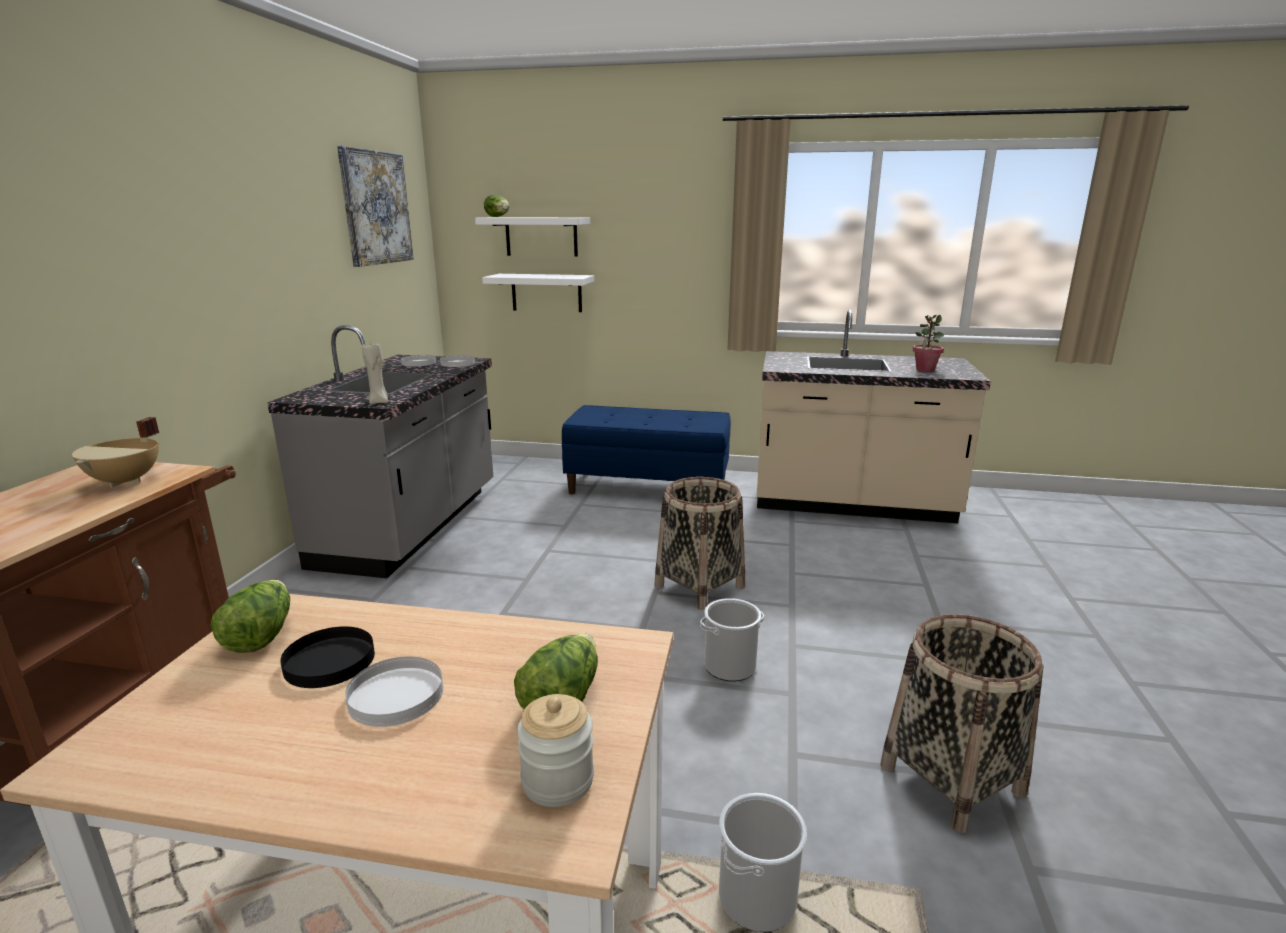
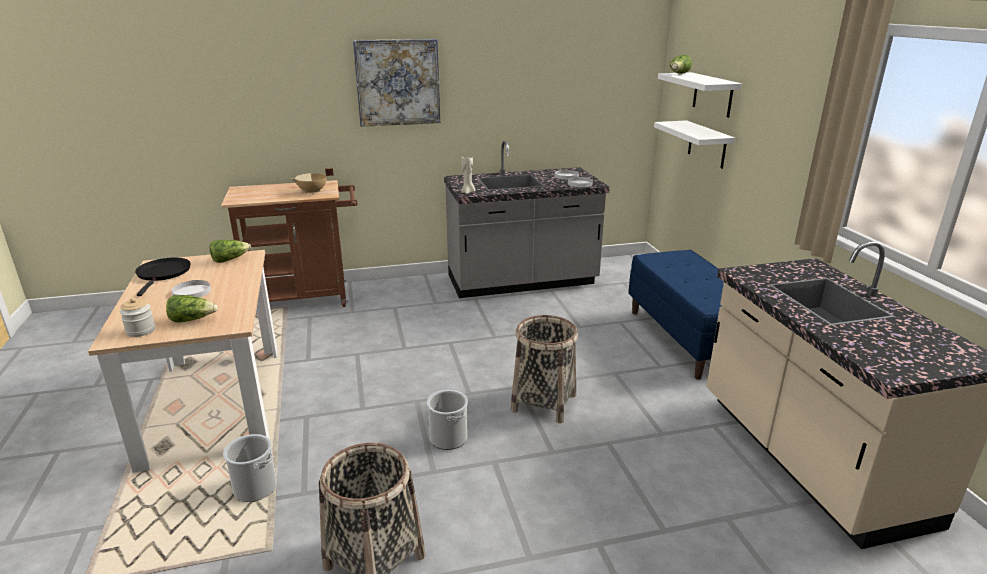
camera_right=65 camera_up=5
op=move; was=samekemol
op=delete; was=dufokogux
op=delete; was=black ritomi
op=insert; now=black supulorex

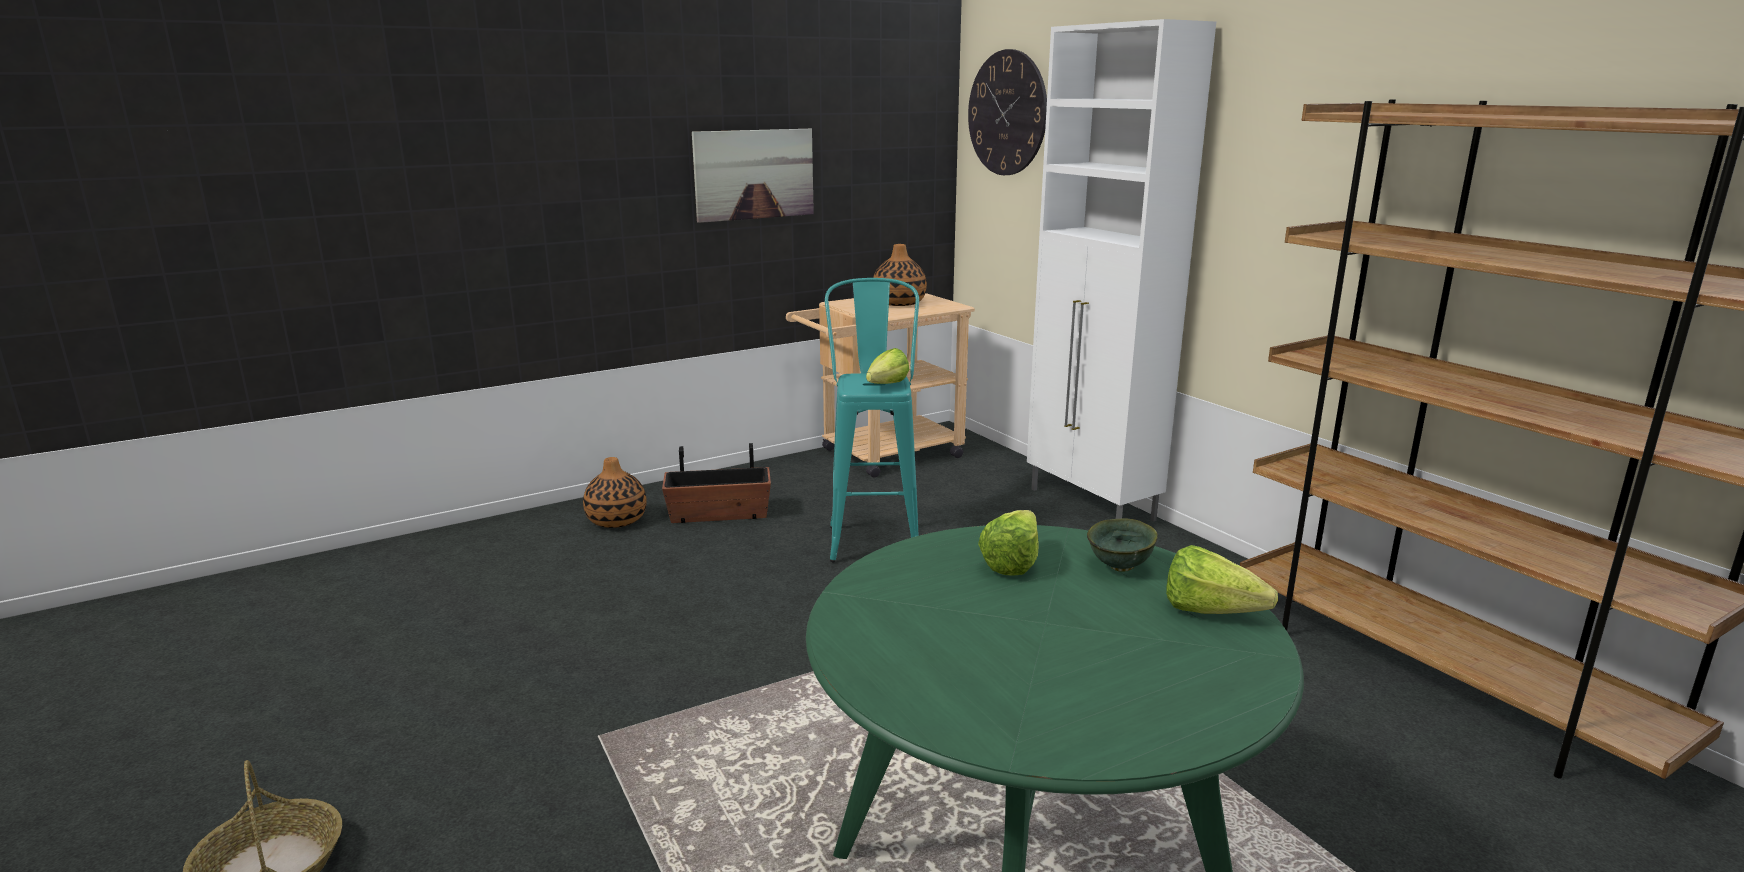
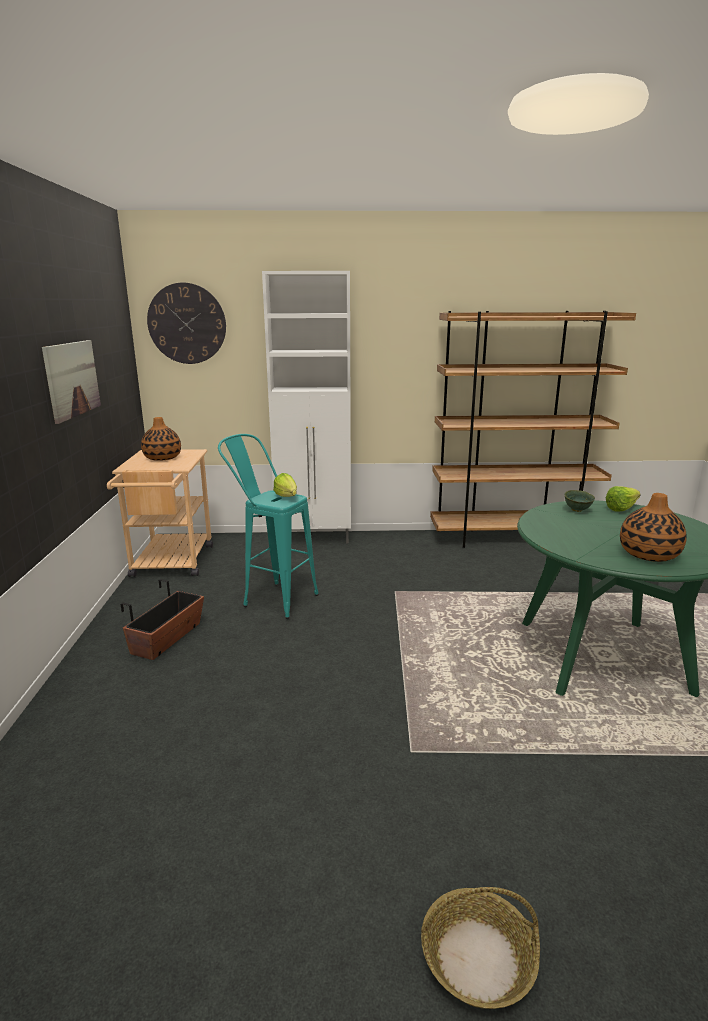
camera_right=-60 camera_up=0
op=move; was=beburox (1st from left in the first image); now=beburox (2nd from left)
op=delete; was=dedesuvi (2nd from left)

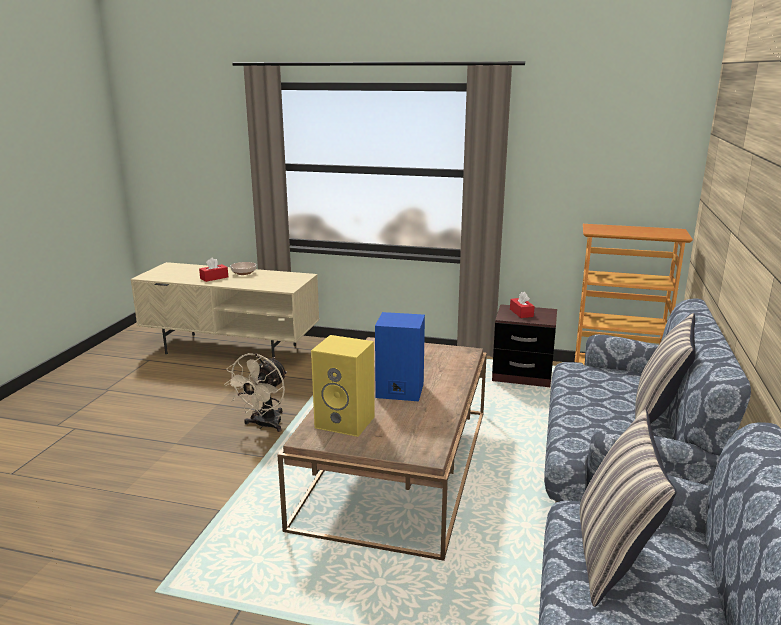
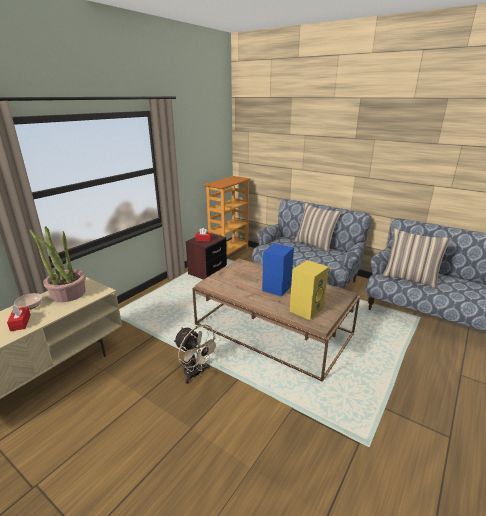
camera_right=-70 camera_up=5
op=insert; now=dufokogux

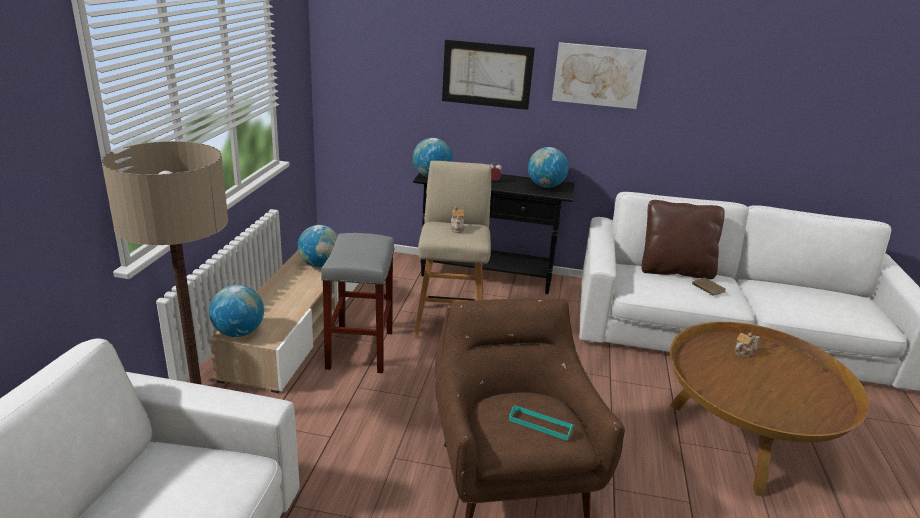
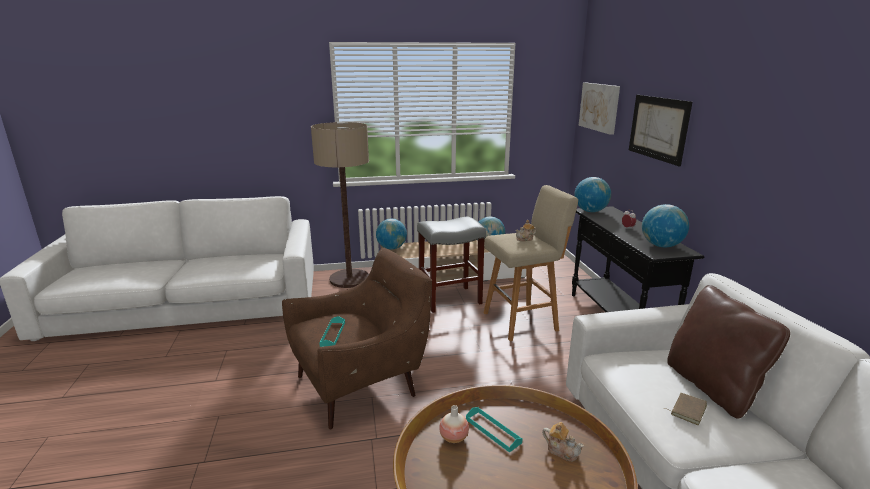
camera_right=70 camera_up=-5
op=move; was=samekemol (2nd from left in the first image); now=samekemol (1st from left)
op=insert; now=beburox
op=insert; now=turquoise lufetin (2nd from left)

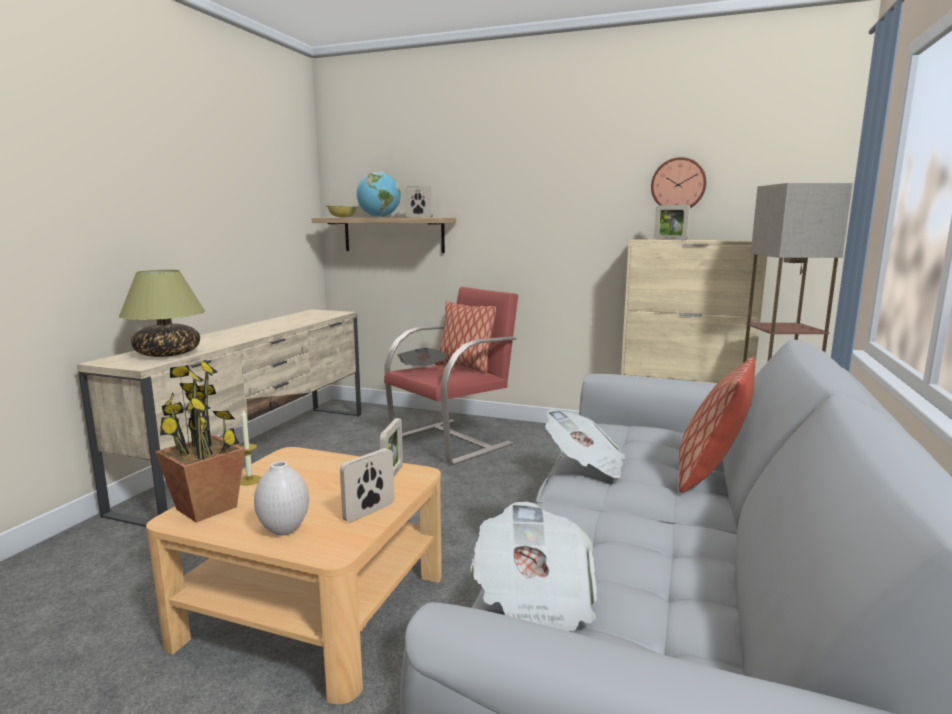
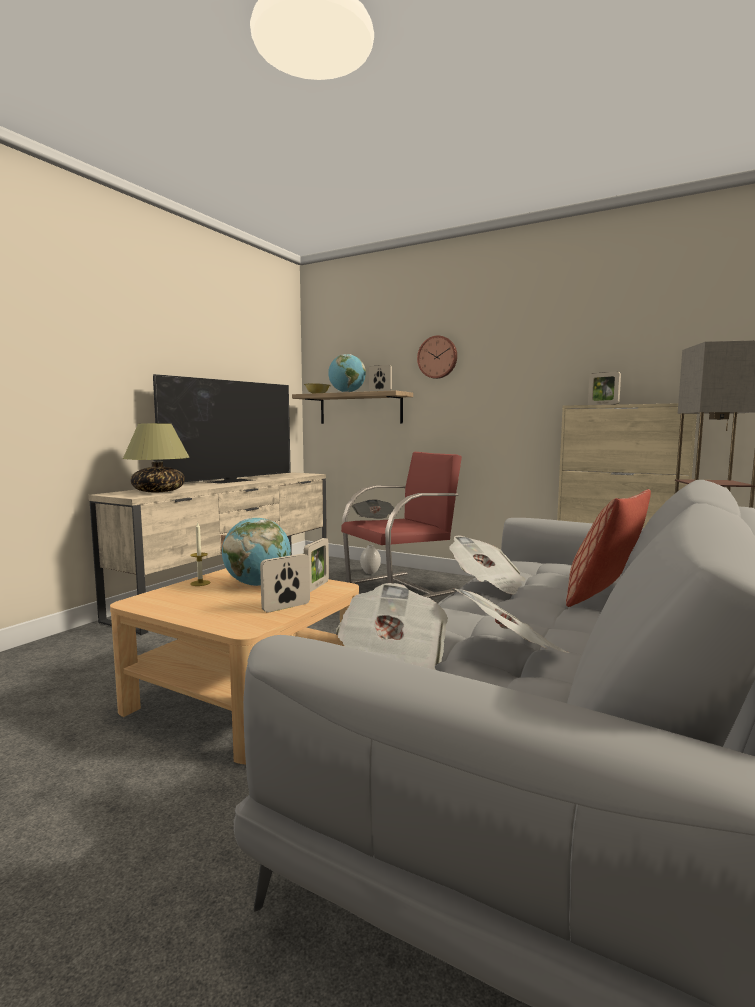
camera_right=10 camera_up=-5
op=move; was=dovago
op=delete; was=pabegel (1st from left)
op=delete; was=dufokogux
op=move; was=white beburox
op=insert; now=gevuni
op=insert; now=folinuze (1st from left)
op=insert; now=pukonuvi (4th from left)

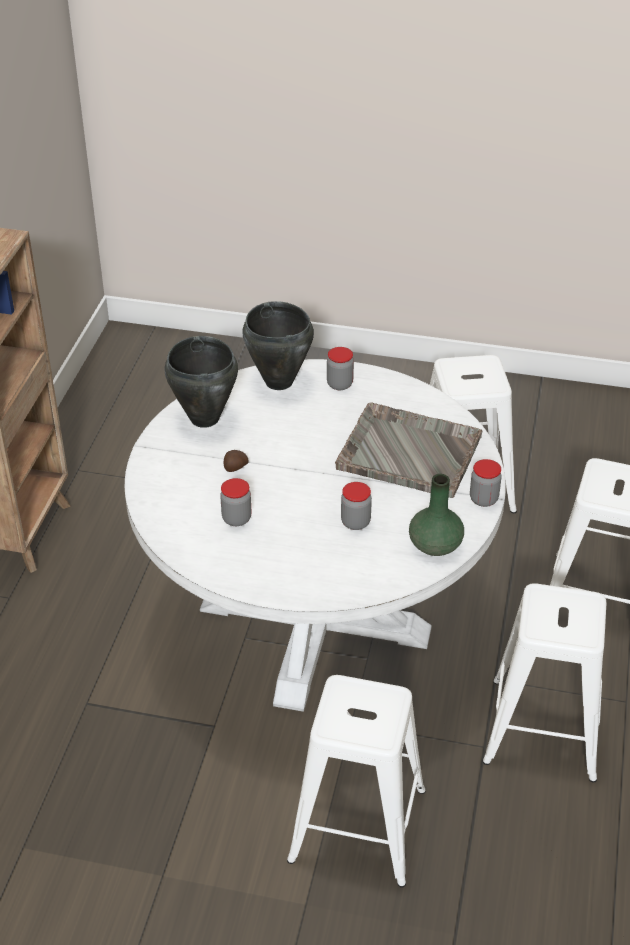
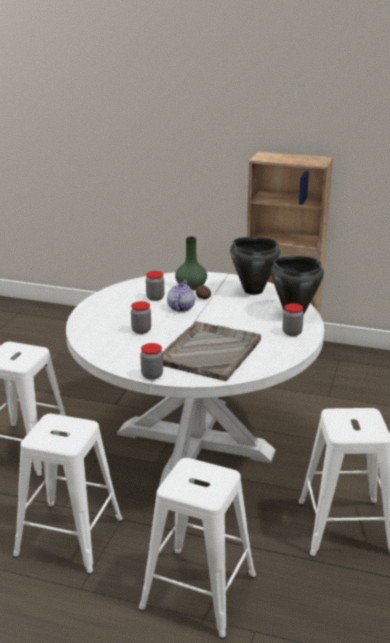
camera_right=95 camera_up=-15
op=move; was=green beburox
op=insert; now=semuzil

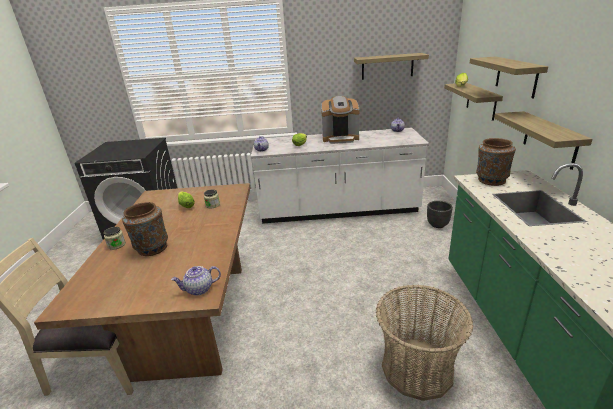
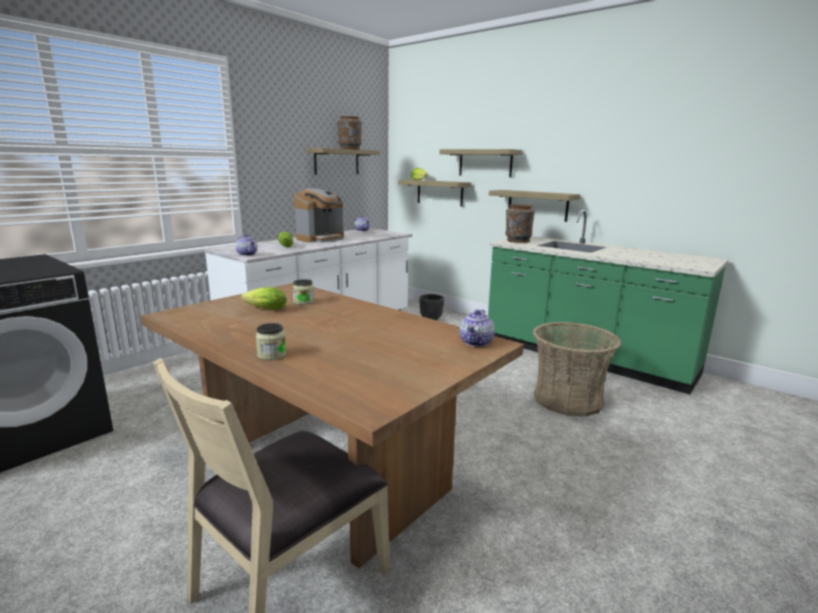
camera_right=-50 camera_up=-10
op=move; was=brown beburox (1st from left)

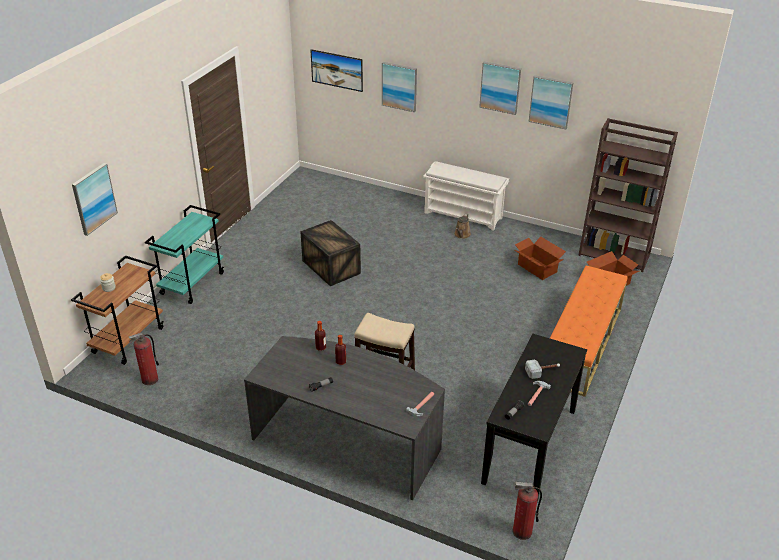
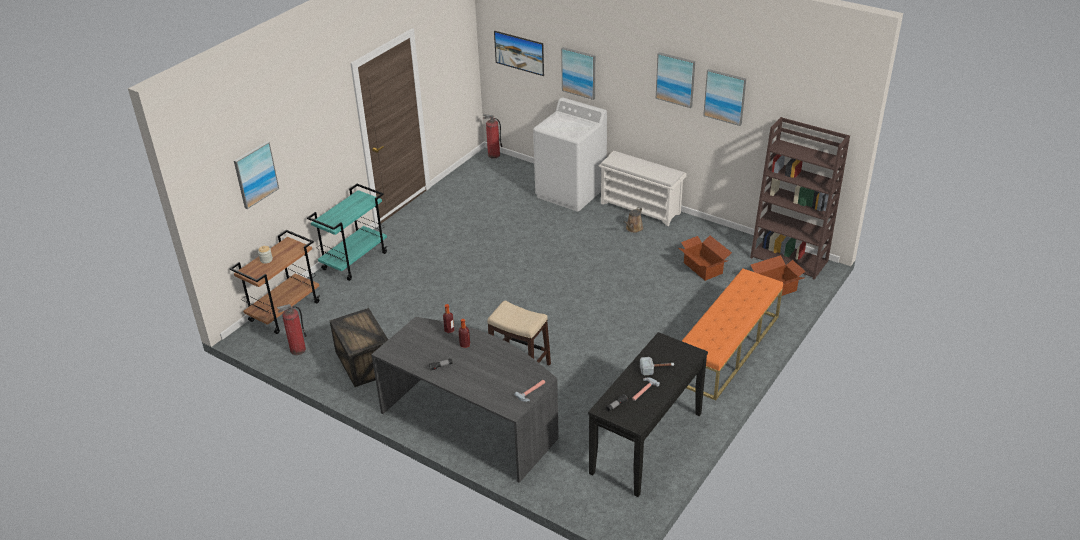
camera_right=10 camera_up=0
op=move; was=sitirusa
op=move; was=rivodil (2nd from left)
op=insert; now=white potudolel

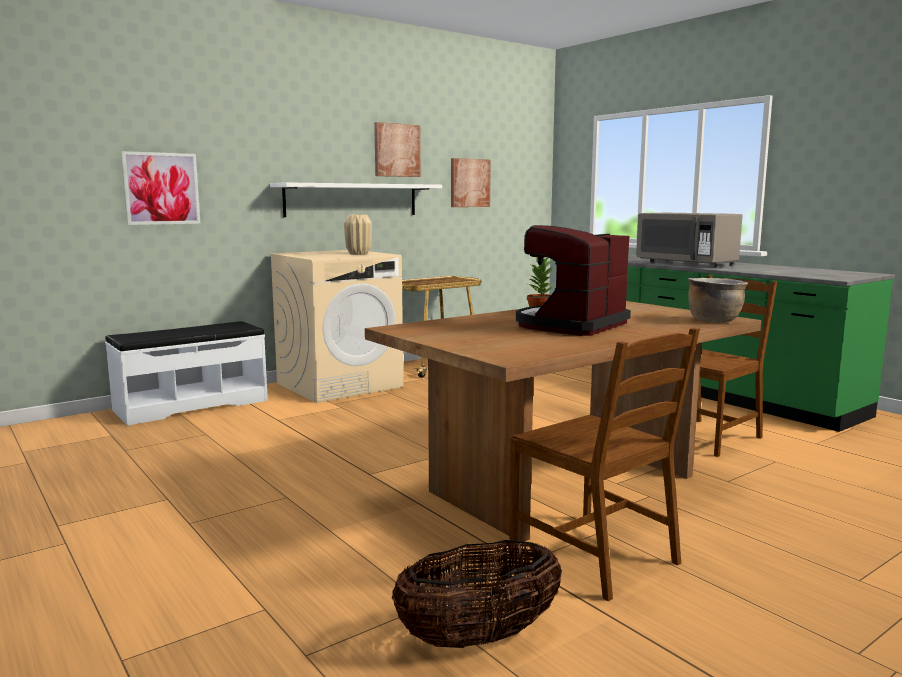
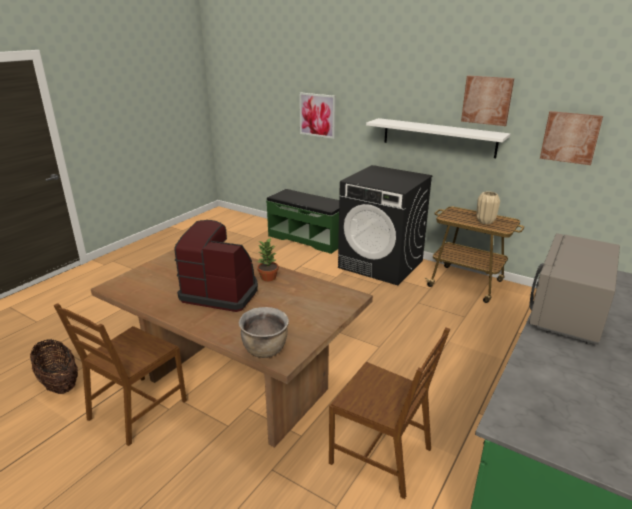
camera_right=70 camera_up=15
op=move; was=beige beburox
op=recolor; was=beige potudolel; now=black potudolel
op=recolor; was=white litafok; now=green litafok

